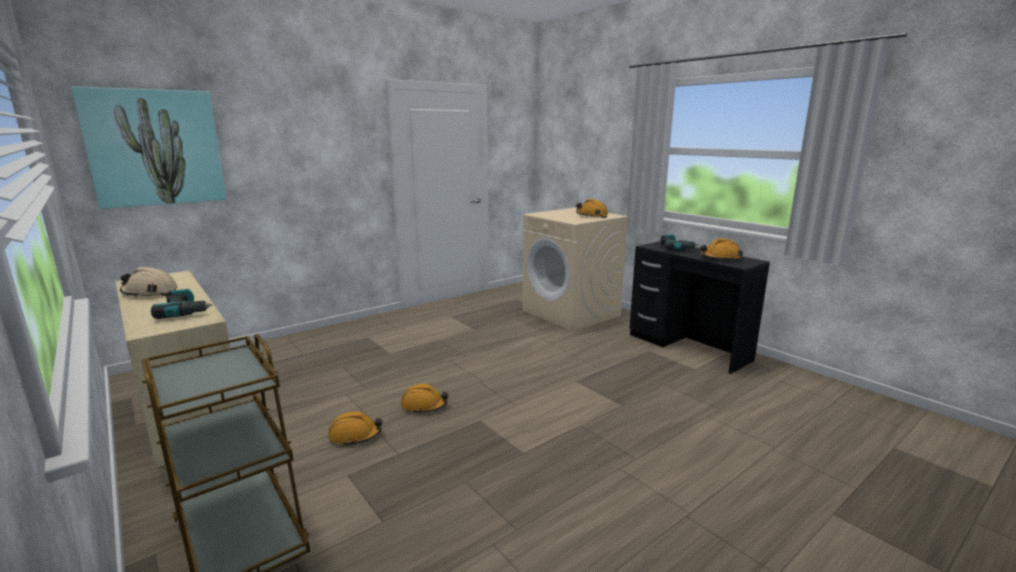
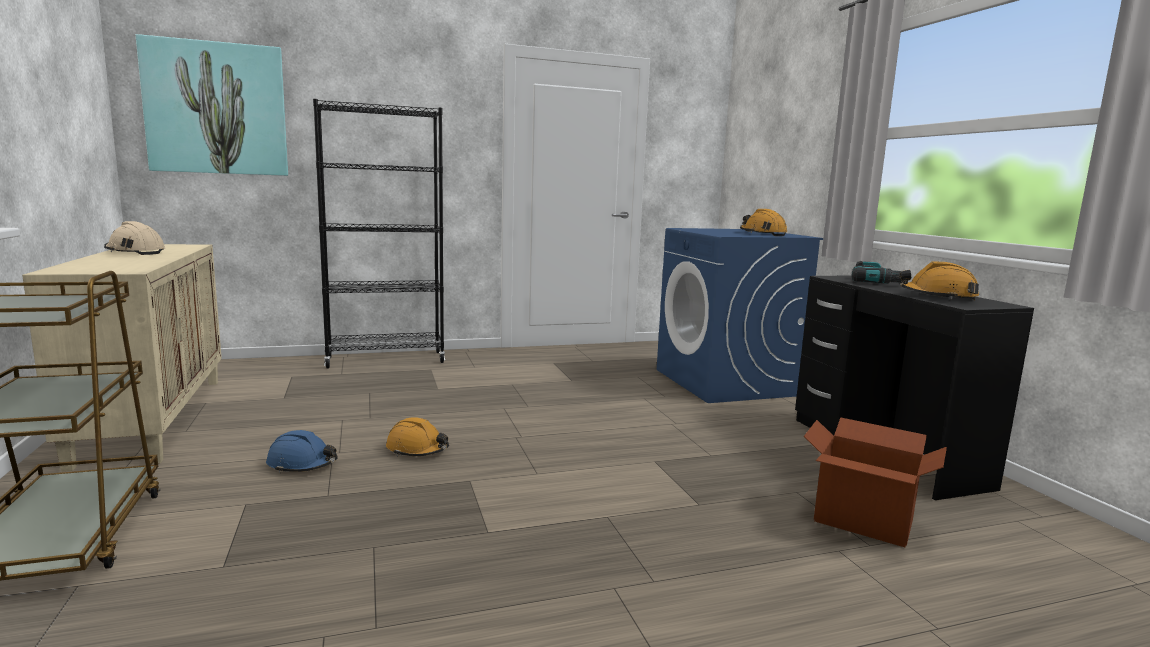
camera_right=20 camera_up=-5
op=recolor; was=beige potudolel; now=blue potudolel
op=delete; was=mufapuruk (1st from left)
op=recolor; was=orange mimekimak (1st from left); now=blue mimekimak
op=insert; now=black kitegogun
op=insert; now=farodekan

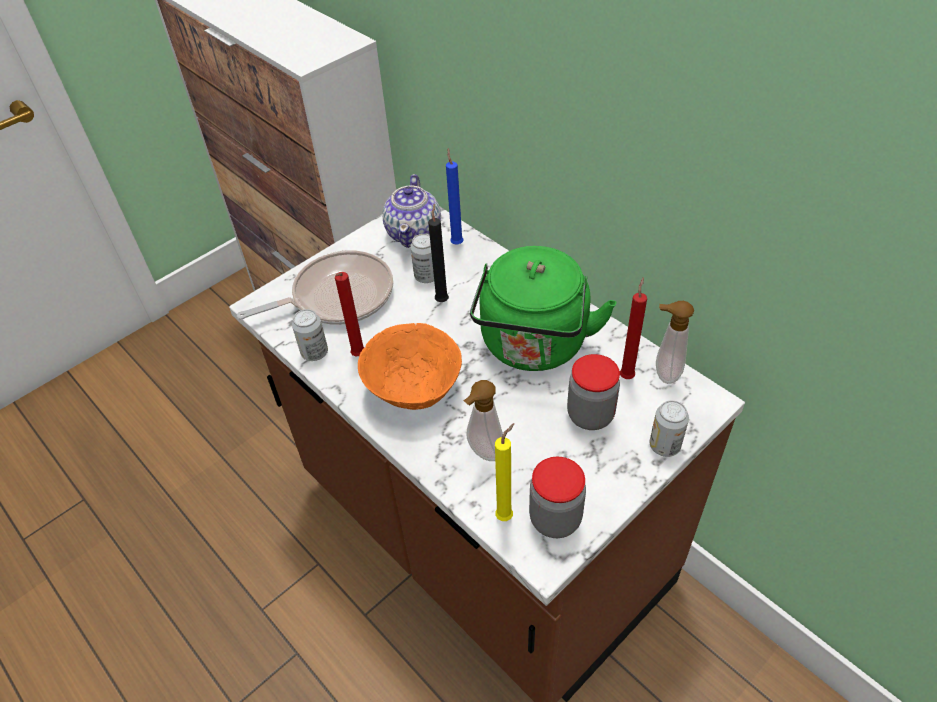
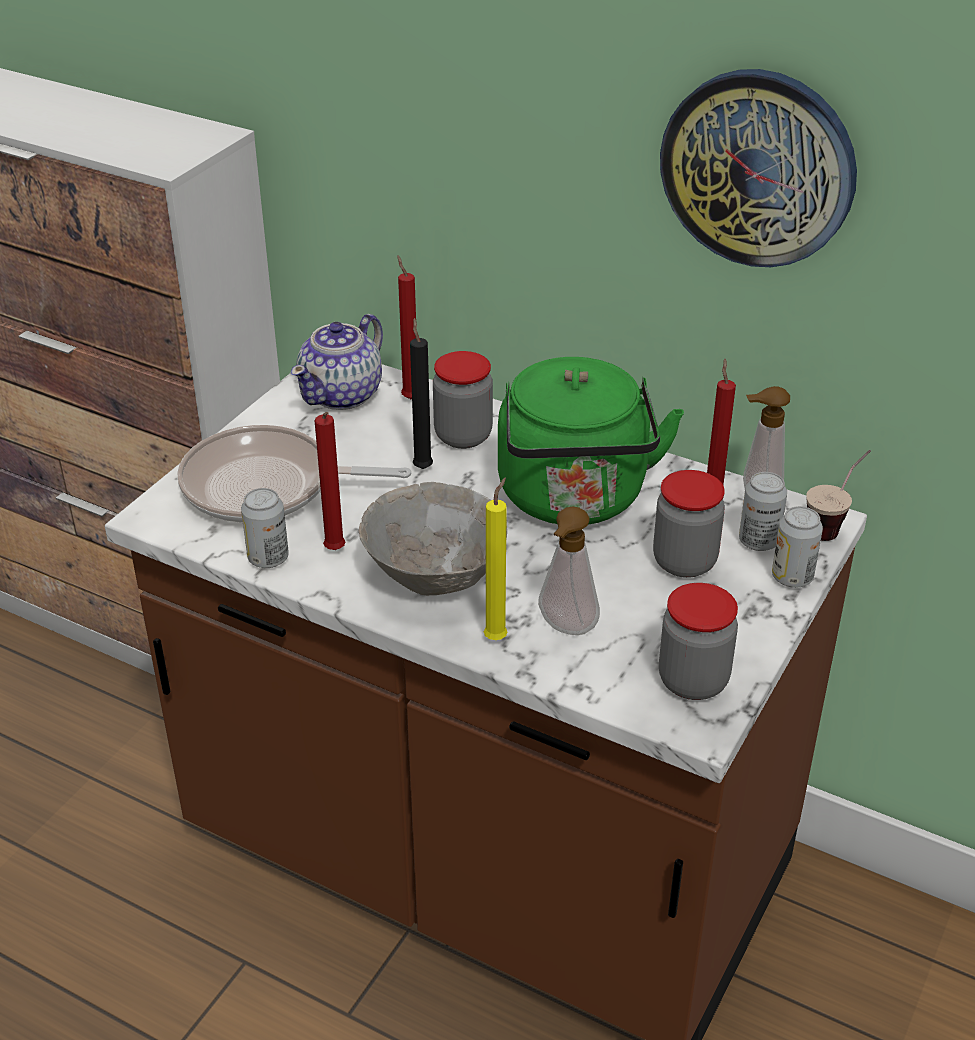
camera_right=-20 camera_up=-10
op=recolor; was=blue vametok; now=red vametok (2nd from left)
op=rotate; was=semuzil; clockwise=45
op=move; was=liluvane (2nd from left)
op=rotate; was=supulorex; clockwise=-135
op=recolor; was=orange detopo; now=grey detopo
op=move; was=yellow vametok
op=insert; now=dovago
op=insert; now=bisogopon (1st from left)
op=insert; now=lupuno

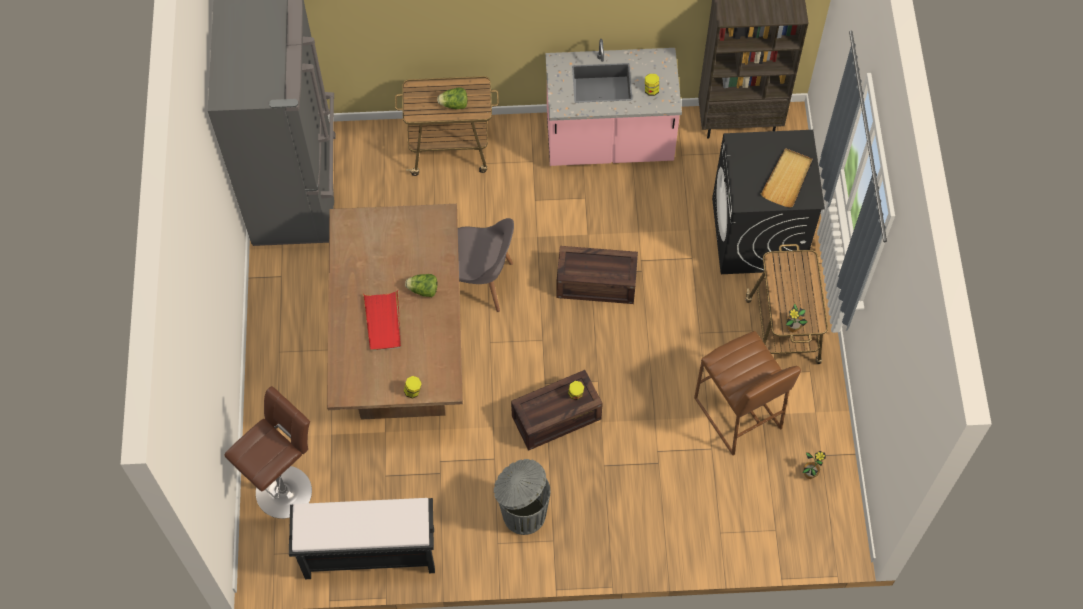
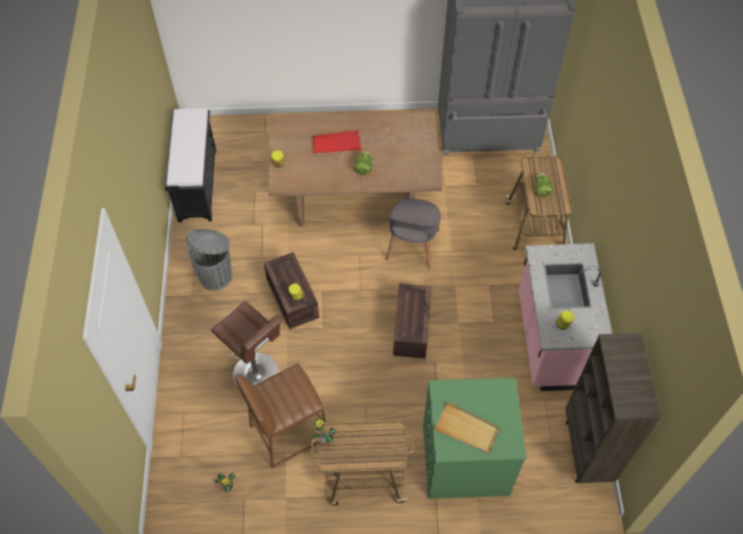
camera_right=90 camera_up=-5
op=recolor; was=black potudolel; now=green potudolel
op=move; was=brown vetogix (1st from left)

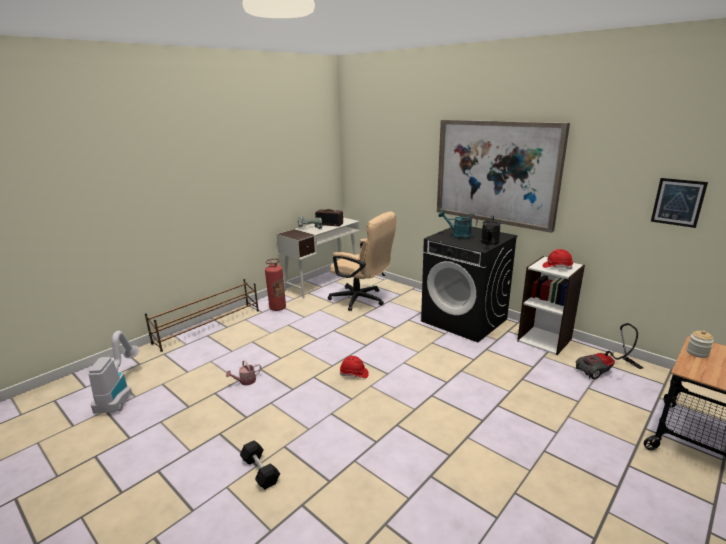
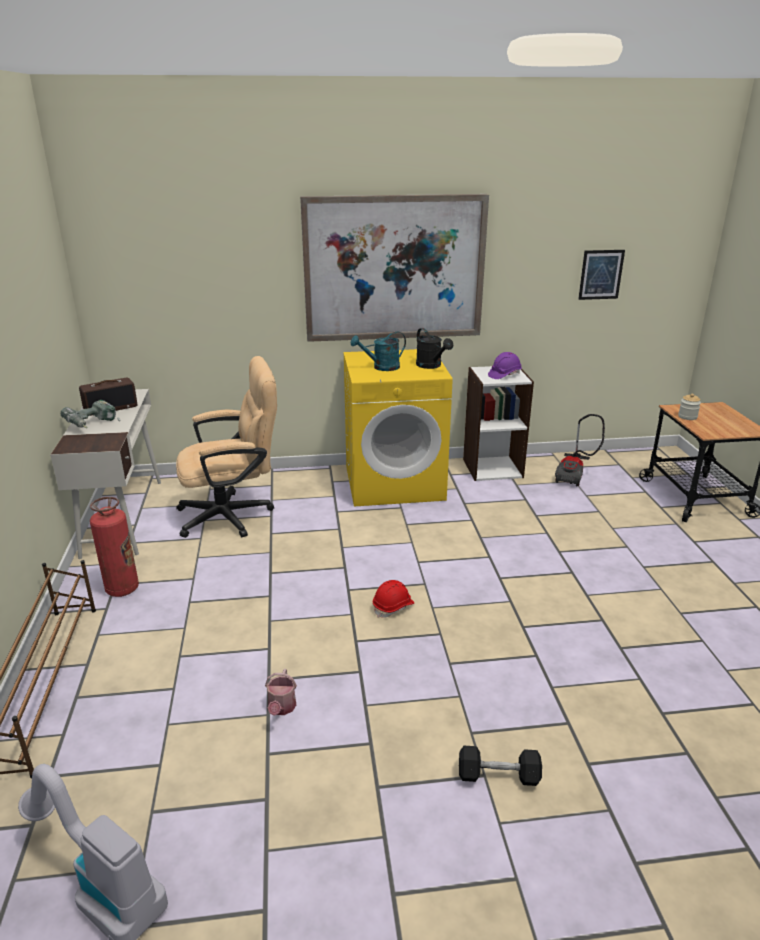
camera_right=-50 camera_up=5
op=recolor; was=black potudolel; now=yellow potudolel
op=recolor; was=red mimekimak (2nd from left); now=purple mimekimak

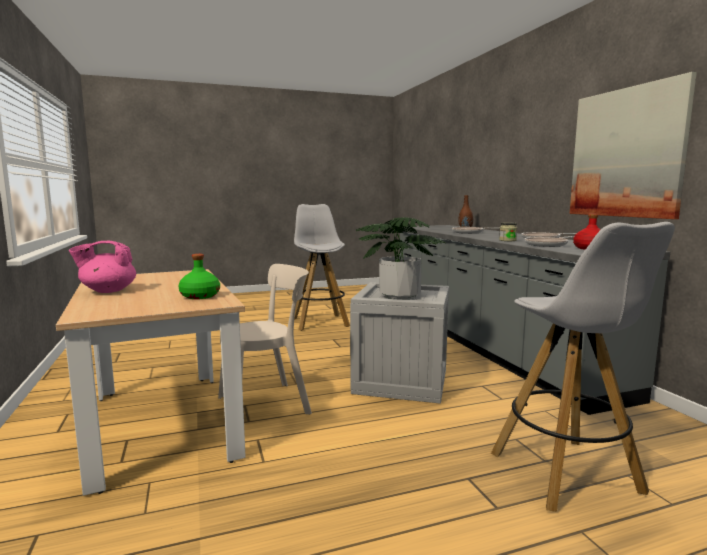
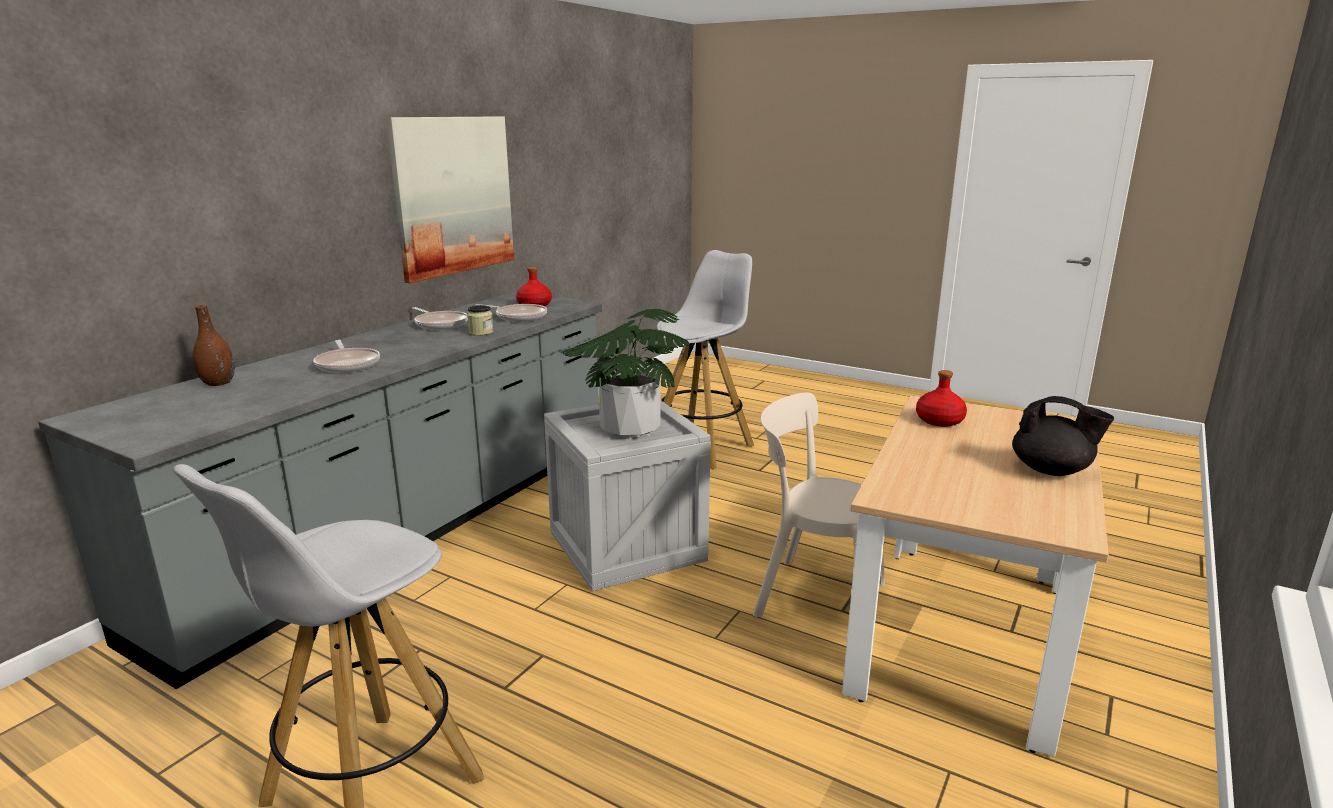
camera_right=-130 camera_up=10
op=recolor; was=pink semuzil; now=black semuzil
op=recolor; was=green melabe; now=red melabe (2nd from left)

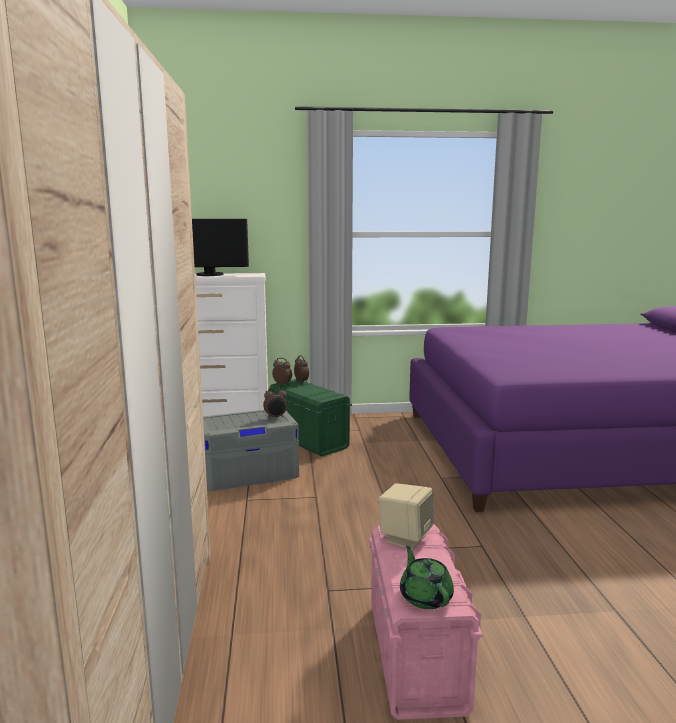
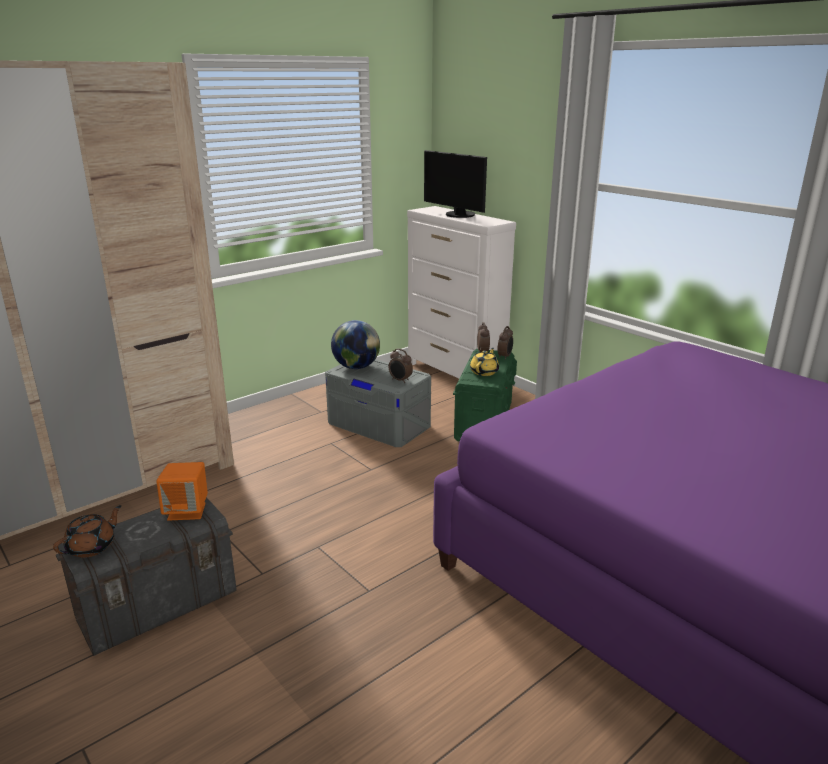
camera_right=55 camera_up=10
op=recolor; was=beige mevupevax; now=orange mevupevax
op=recolor; was=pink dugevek; now=grey dugevek (1st from left)
op=recolor; was=green semuzil; now=brown semuzil
op=insert; now=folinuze
op=insert; now=yellow semuzil

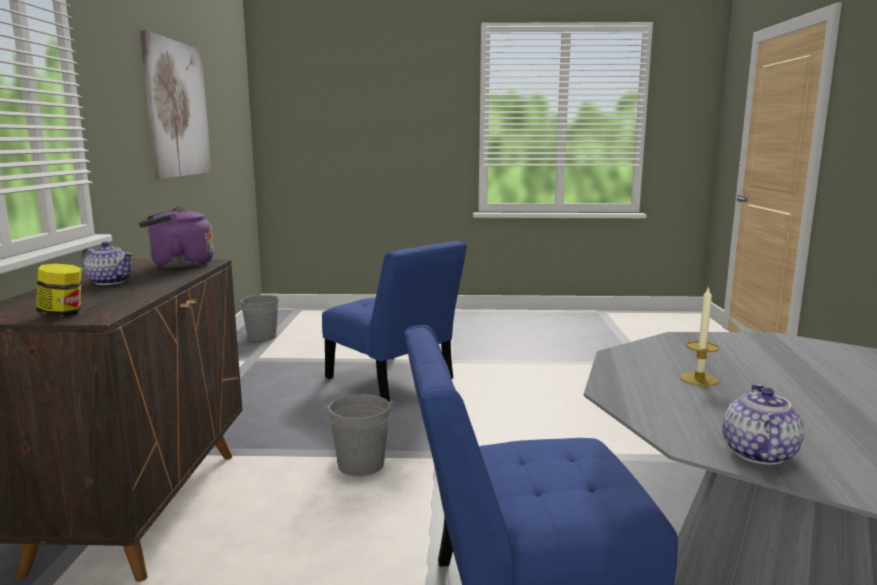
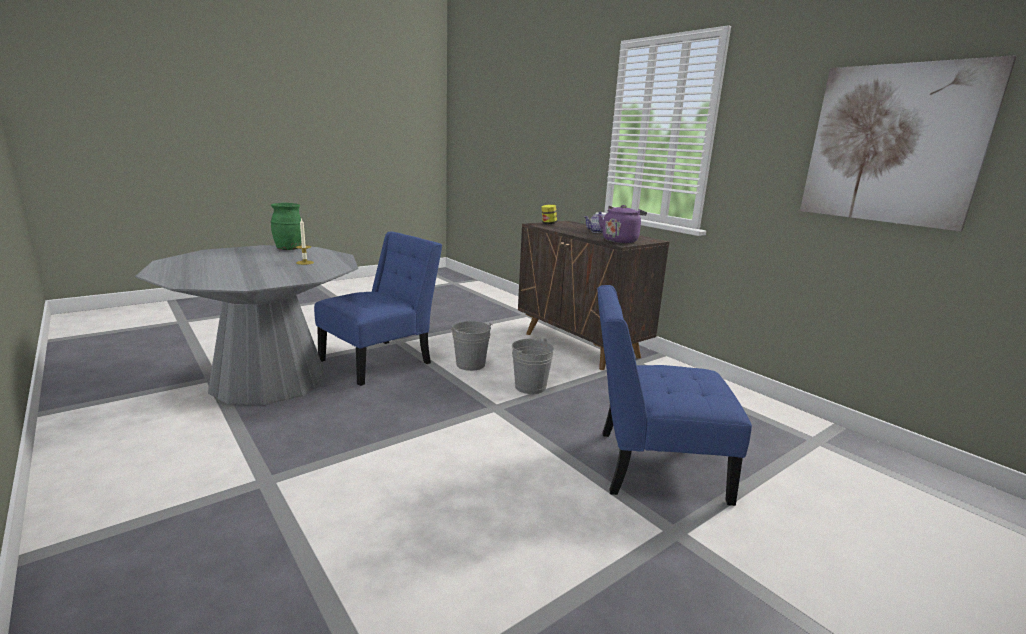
camera_right=140 camera_up=5
op=move; was=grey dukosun (1st from left)
op=replace; was=semuzil (2nd from left); now=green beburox

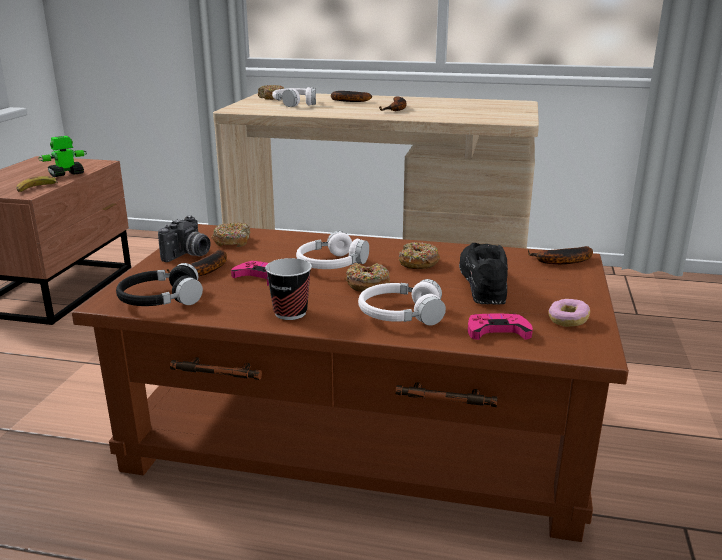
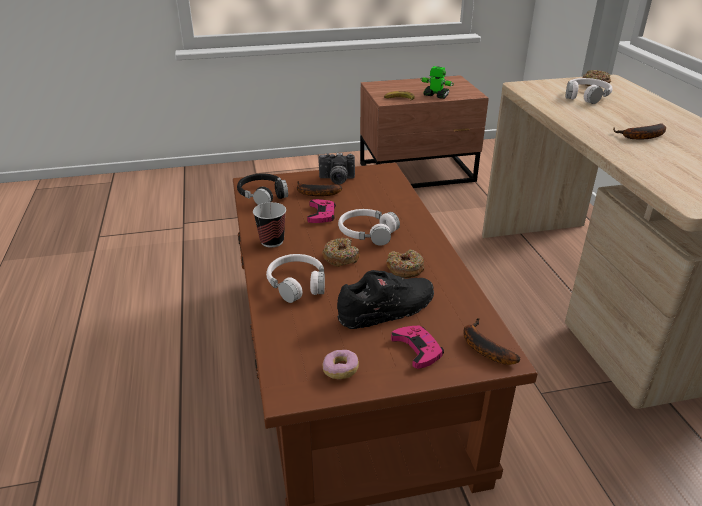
camera_right=65 camera_up=10
op=delete; was=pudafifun (3rd from left)
op=delete; was=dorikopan (1st from left)
op=move; was=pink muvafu (2nd from left)

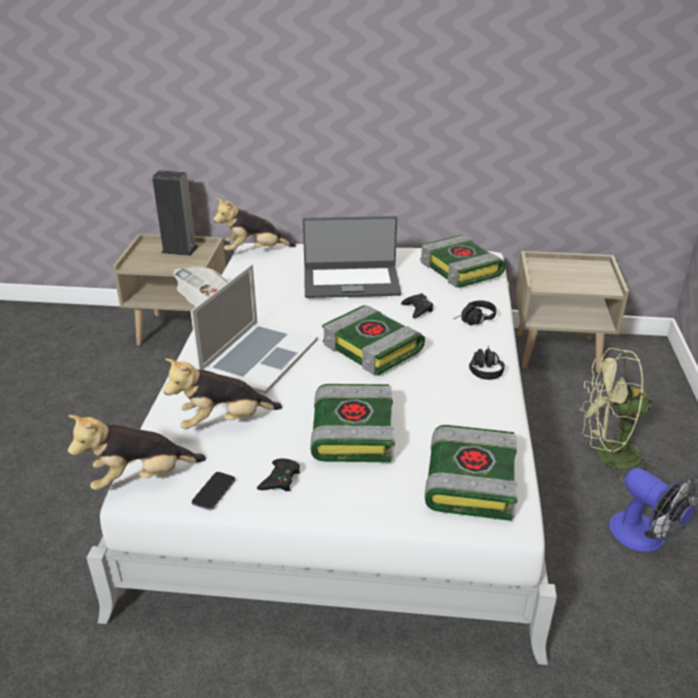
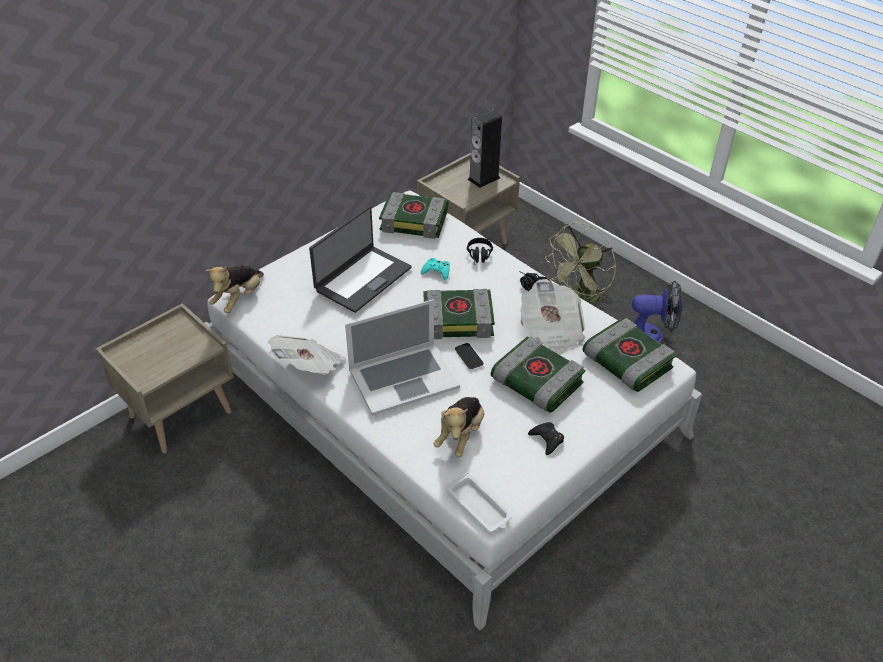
camera_right=-50 camera_up=10
op=move; was=mevupevax
op=rotate; was=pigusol (1st from left in the first image); clockwise=90
op=recolor; was=black muvafu (2nd from left); now=turquoise muvafu
op=replace; was=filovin (1st from left); now=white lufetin
op=move; was=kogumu
op=insert; now=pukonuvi (2nd from left)

